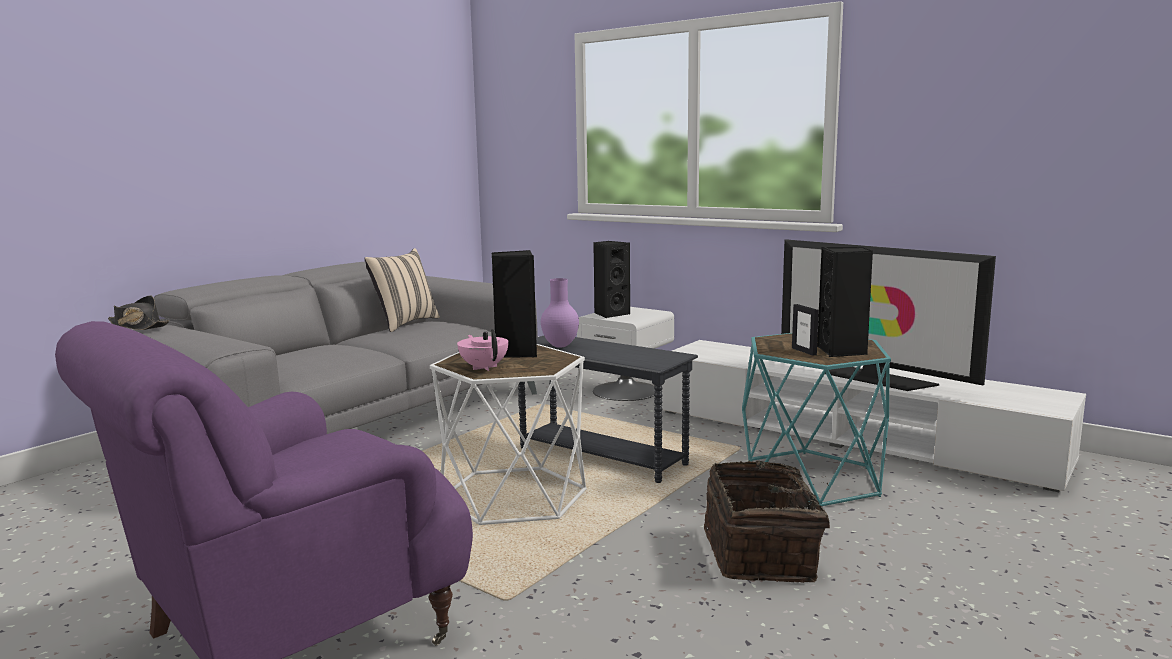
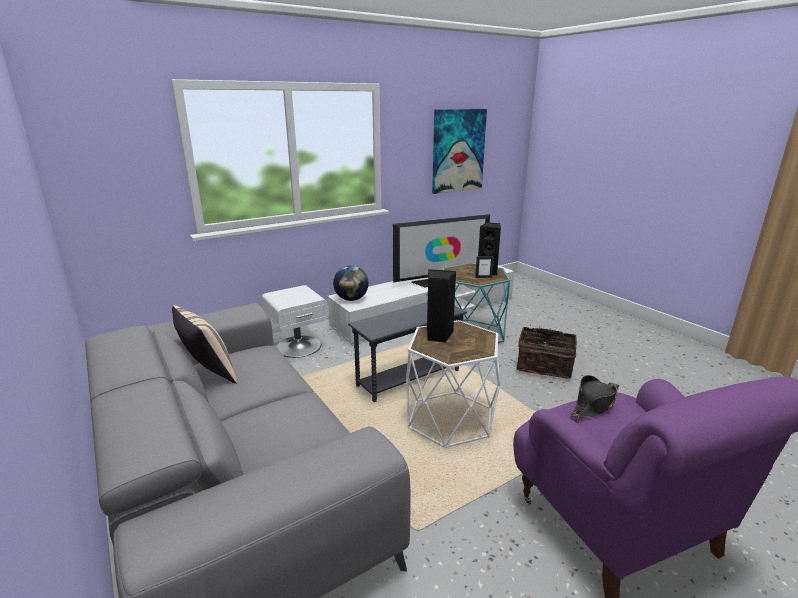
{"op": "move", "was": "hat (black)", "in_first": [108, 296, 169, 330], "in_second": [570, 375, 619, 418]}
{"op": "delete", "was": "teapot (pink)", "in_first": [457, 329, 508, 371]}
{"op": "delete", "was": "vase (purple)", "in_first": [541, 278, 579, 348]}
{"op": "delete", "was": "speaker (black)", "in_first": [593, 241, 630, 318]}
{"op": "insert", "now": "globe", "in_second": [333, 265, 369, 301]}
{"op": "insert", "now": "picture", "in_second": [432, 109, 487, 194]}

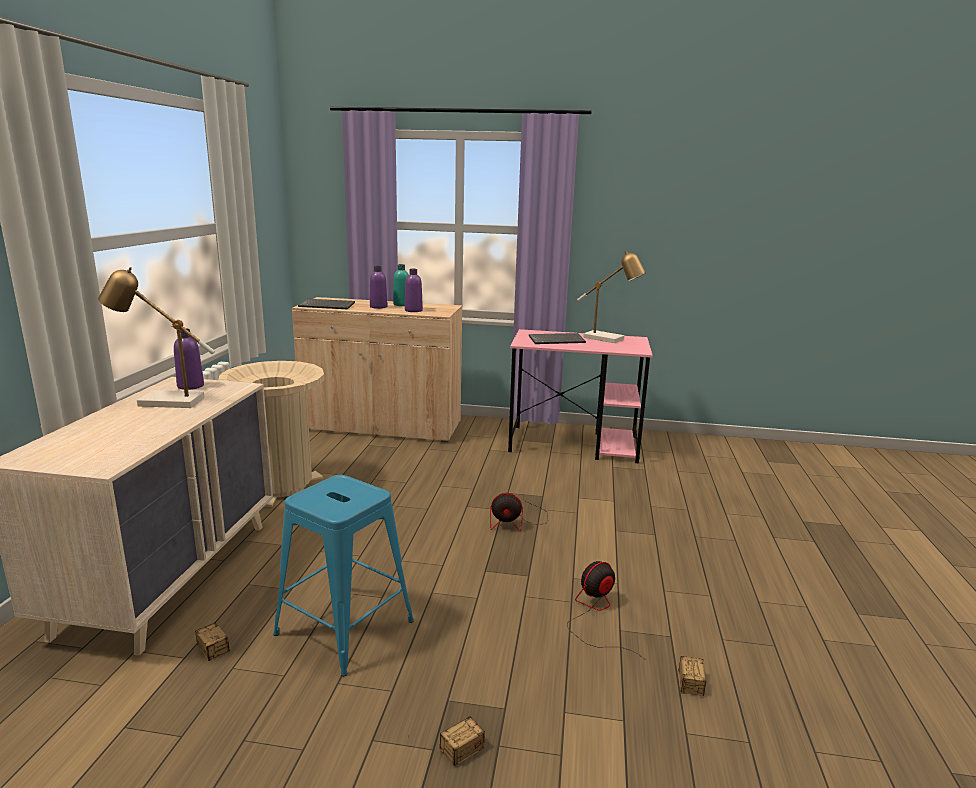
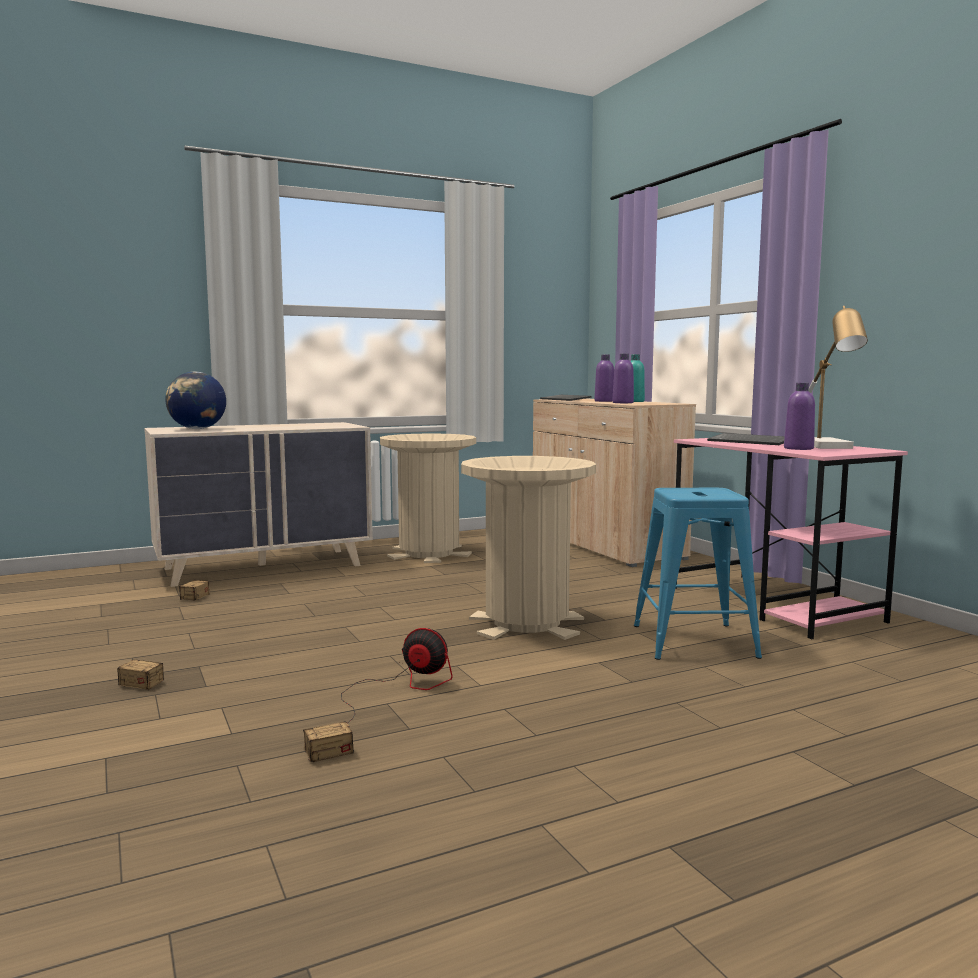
{"op": "delete", "was": "table lamp", "in_first": [98, 267, 215, 408]}
{"op": "move", "was": "bottle (purple)", "in_first": [174, 328, 204, 390], "in_second": [784, 382, 815, 450]}
{"op": "move", "was": "stool (blue)", "in_first": [273, 475, 414, 676], "in_second": [634, 488, 762, 660]}
{"op": "replace", "was": "fan", "now": "trash can (beige)", "in_first": [490, 493, 548, 531], "in_second": [461, 456, 596, 640]}
{"op": "insert", "now": "globe", "in_second": [165, 372, 226, 429]}

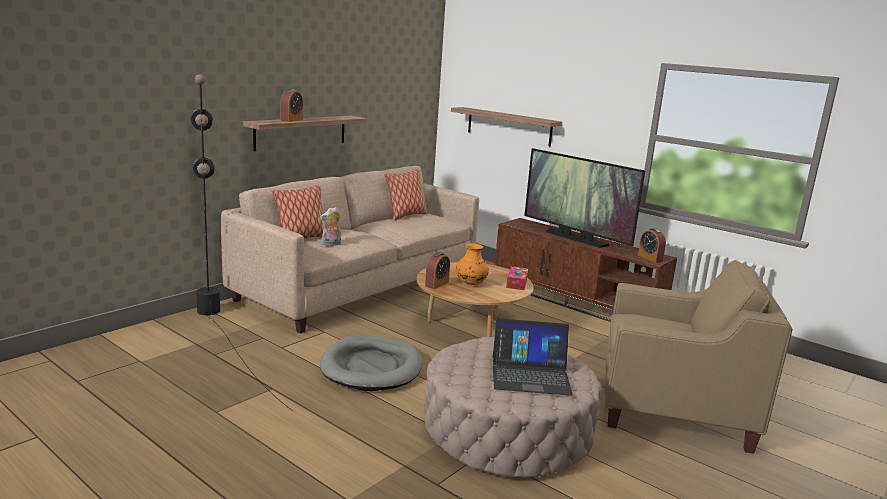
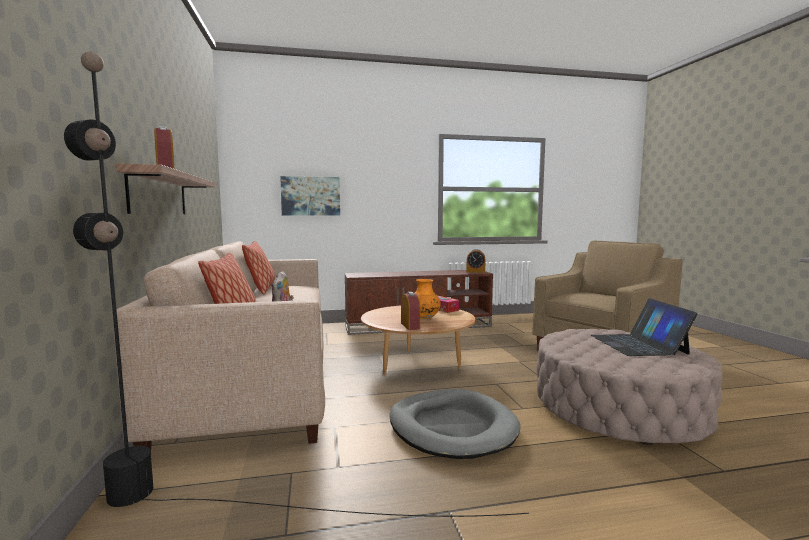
{"op": "replace", "was": "shelf", "now": "picture", "in_first": [451, 107, 562, 146], "in_second": [280, 176, 340, 216]}
{"op": "rotate", "was": "laptop", "in_first": [493, 318, 573, 396], "in_second": [591, 298, 698, 356], "clockwise": 135}
{"op": "delete", "was": "television", "in_first": [524, 148, 645, 248]}

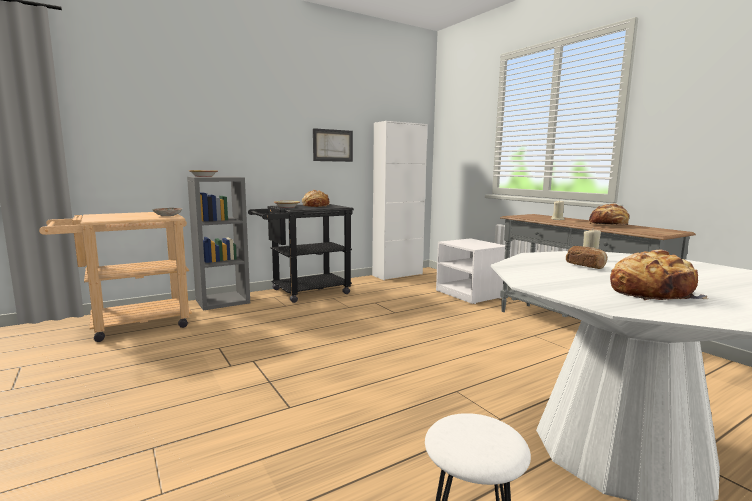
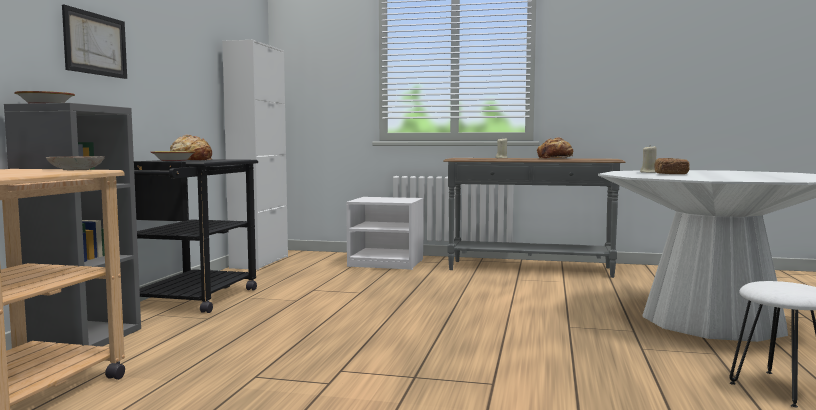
{"op": "move", "was": "picture", "in_first": [313, 128, 353, 162], "in_second": [62, 5, 127, 79]}
{"op": "delete", "was": "bread", "in_first": [610, 250, 708, 300]}

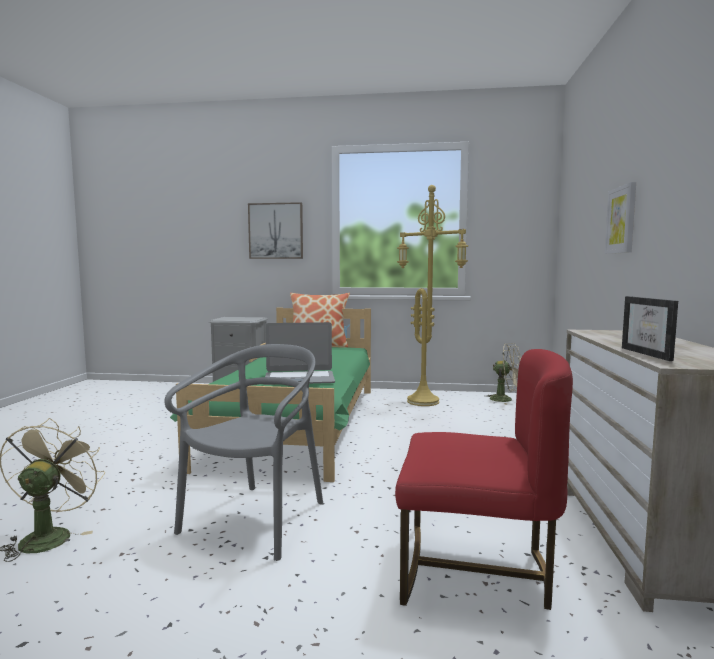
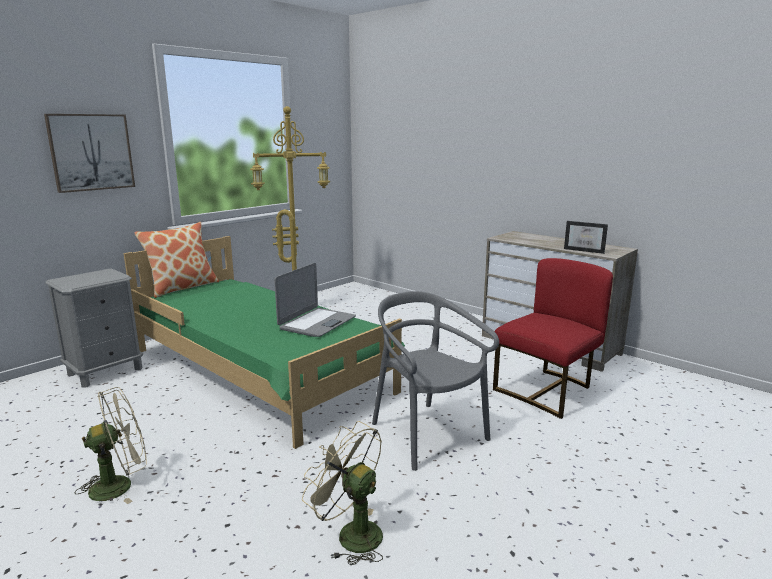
{"op": "move", "was": "fan (beige)", "in_first": [485, 343, 521, 405], "in_second": [75, 387, 147, 504]}
{"op": "delete", "was": "picture", "in_first": [605, 182, 636, 254]}

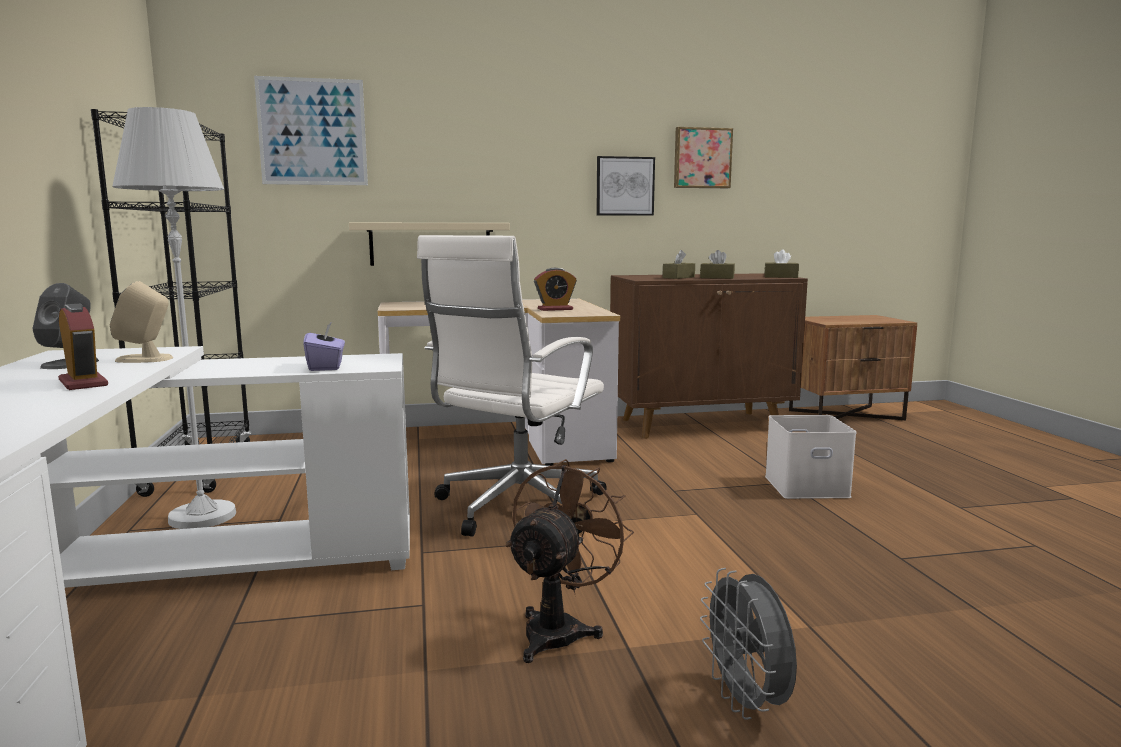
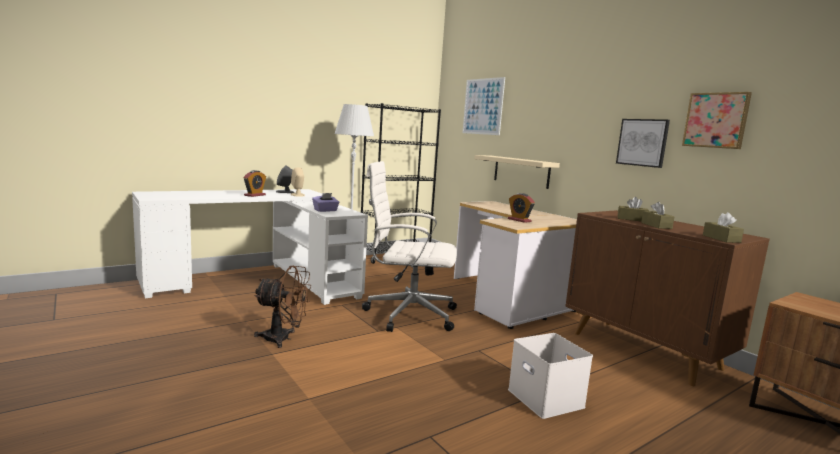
{"op": "delete", "was": "fan (grey)", "in_first": [700, 568, 797, 720]}

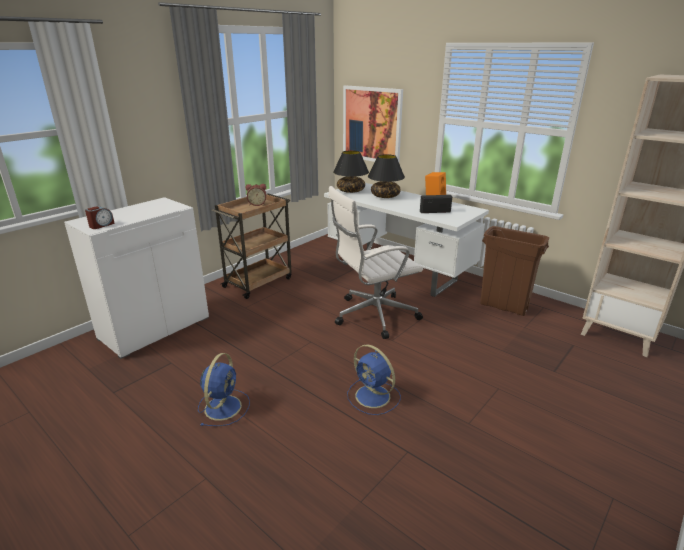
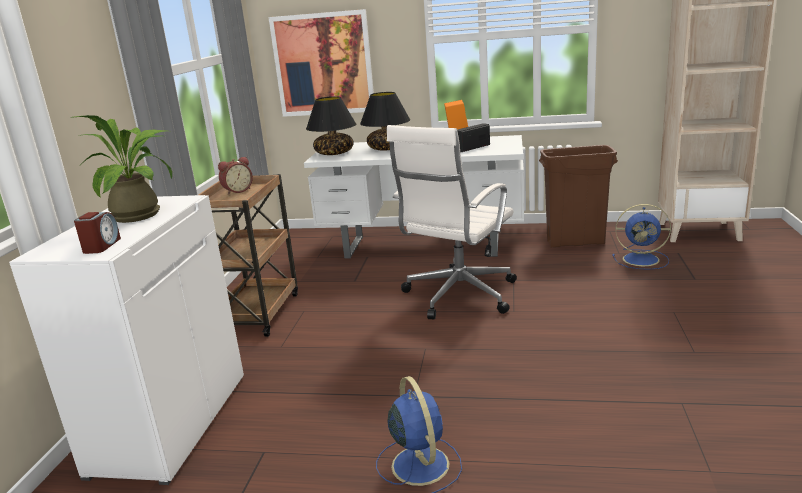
{"op": "move", "was": "fan (blue)", "in_first": [347, 344, 401, 415], "in_second": [612, 204, 671, 270]}
{"op": "insert", "now": "potted plant", "in_second": [72, 115, 172, 223]}

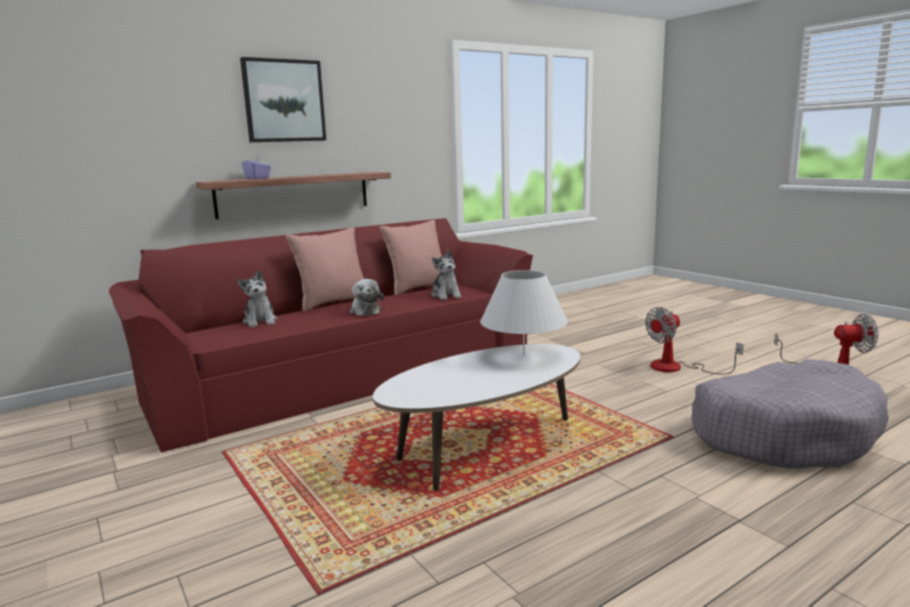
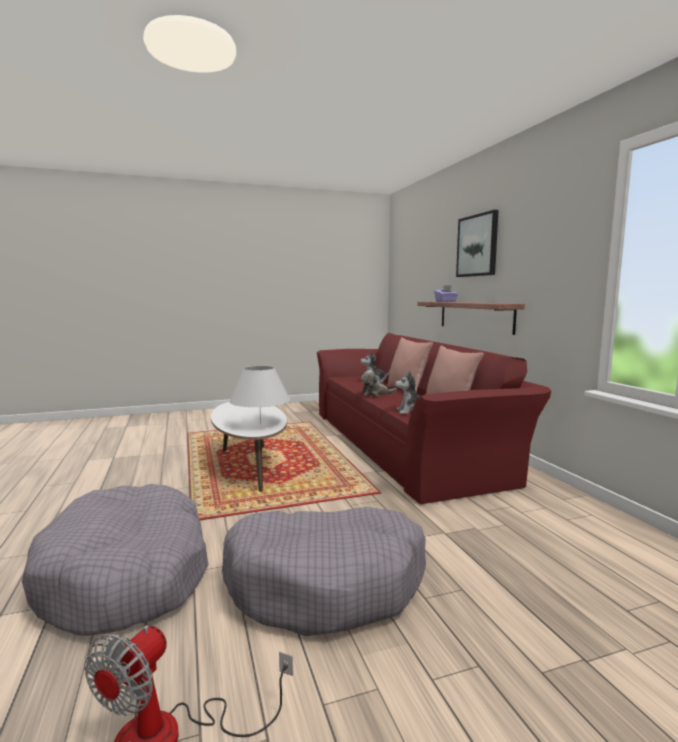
{"op": "replace", "was": "fan", "now": "dog bed (grey)", "in_first": [645, 307, 744, 375], "in_second": [222, 507, 426, 636]}

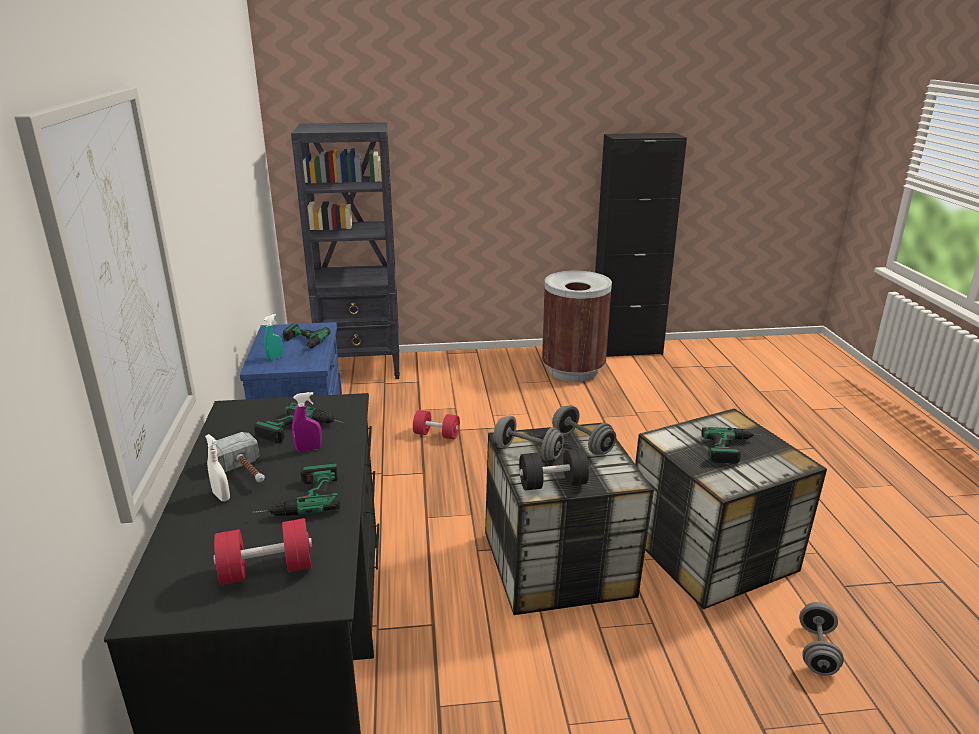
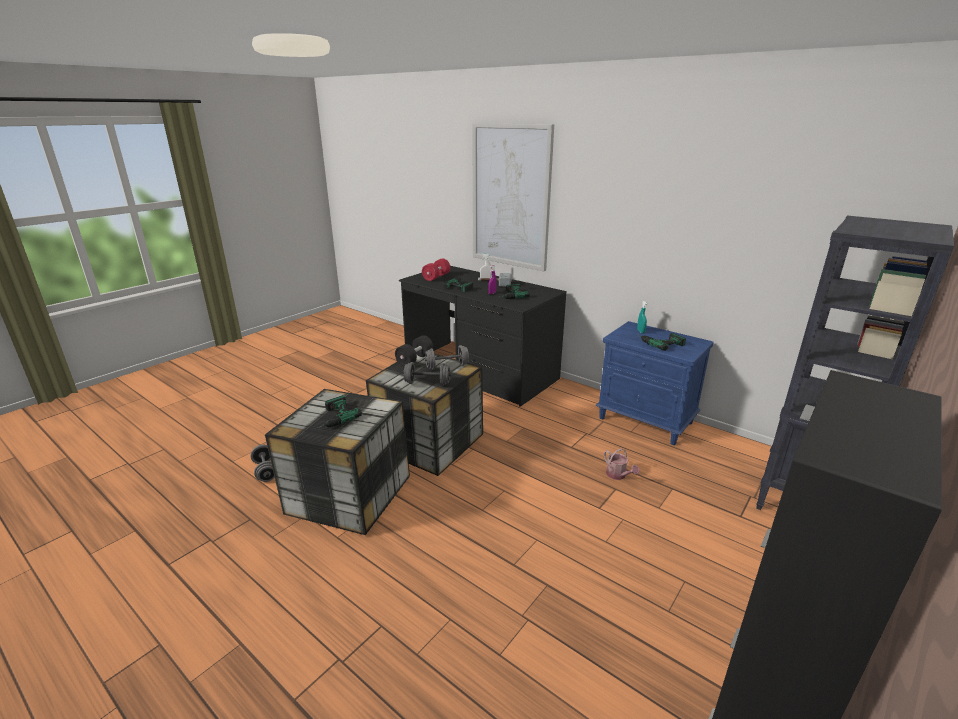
{"op": "replace", "was": "dumbbell (red)", "now": "watering can", "in_first": [413, 410, 460, 439], "in_second": [604, 448, 639, 480]}
{"op": "delete", "was": "trash can (brown)", "in_first": [542, 271, 612, 382]}

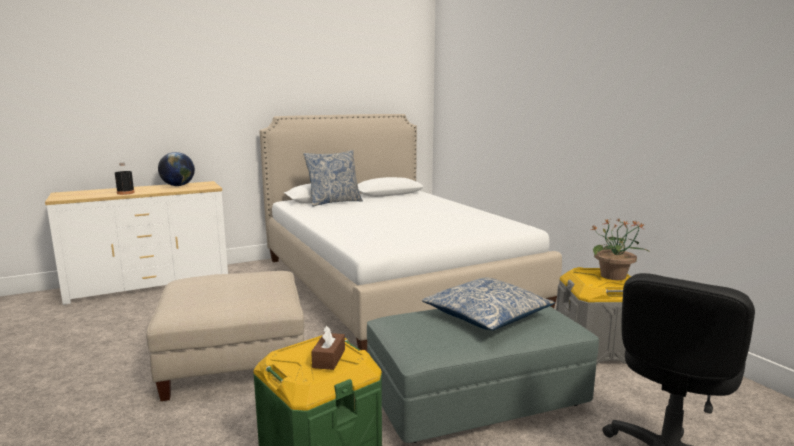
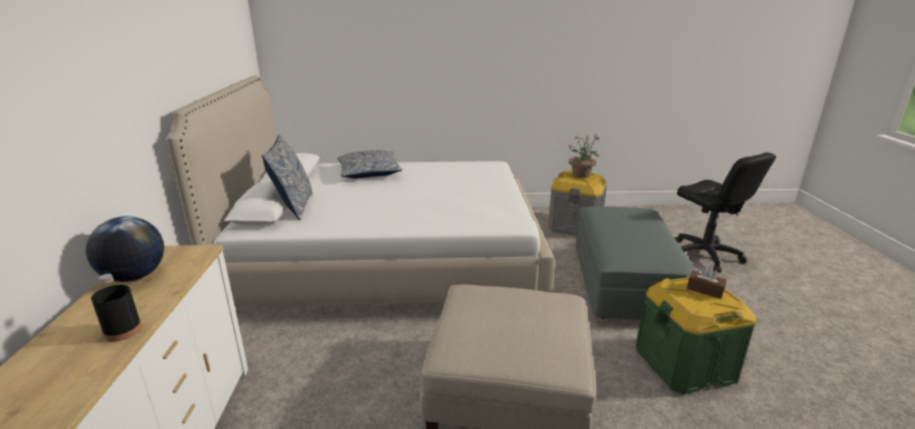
{"op": "move", "was": "pillow", "in_first": [422, 277, 555, 330], "in_second": [337, 150, 402, 178]}

